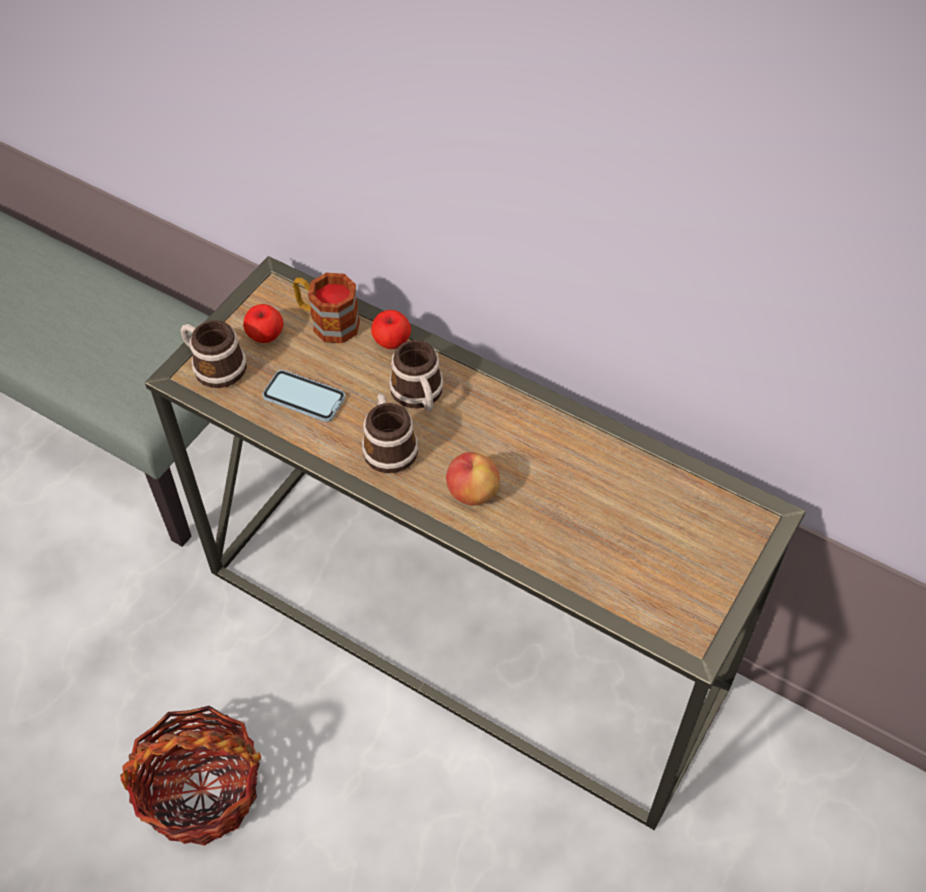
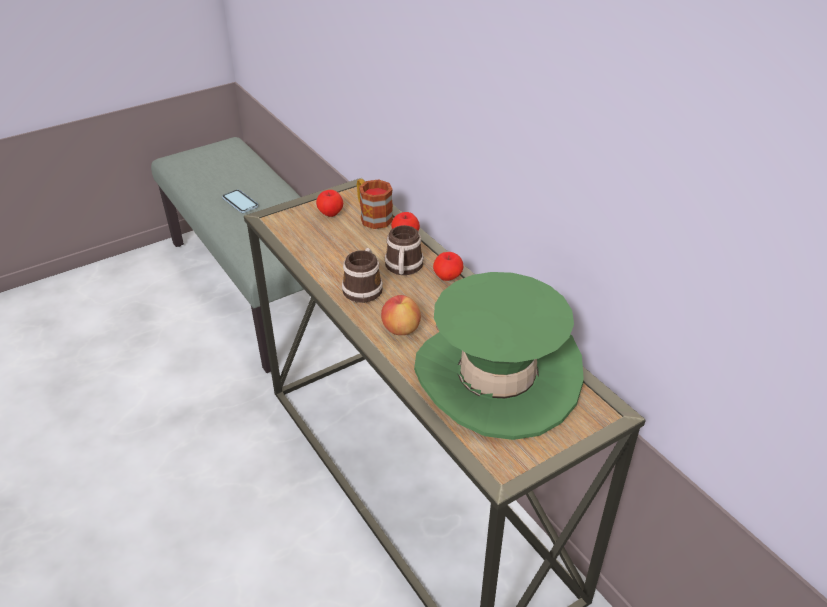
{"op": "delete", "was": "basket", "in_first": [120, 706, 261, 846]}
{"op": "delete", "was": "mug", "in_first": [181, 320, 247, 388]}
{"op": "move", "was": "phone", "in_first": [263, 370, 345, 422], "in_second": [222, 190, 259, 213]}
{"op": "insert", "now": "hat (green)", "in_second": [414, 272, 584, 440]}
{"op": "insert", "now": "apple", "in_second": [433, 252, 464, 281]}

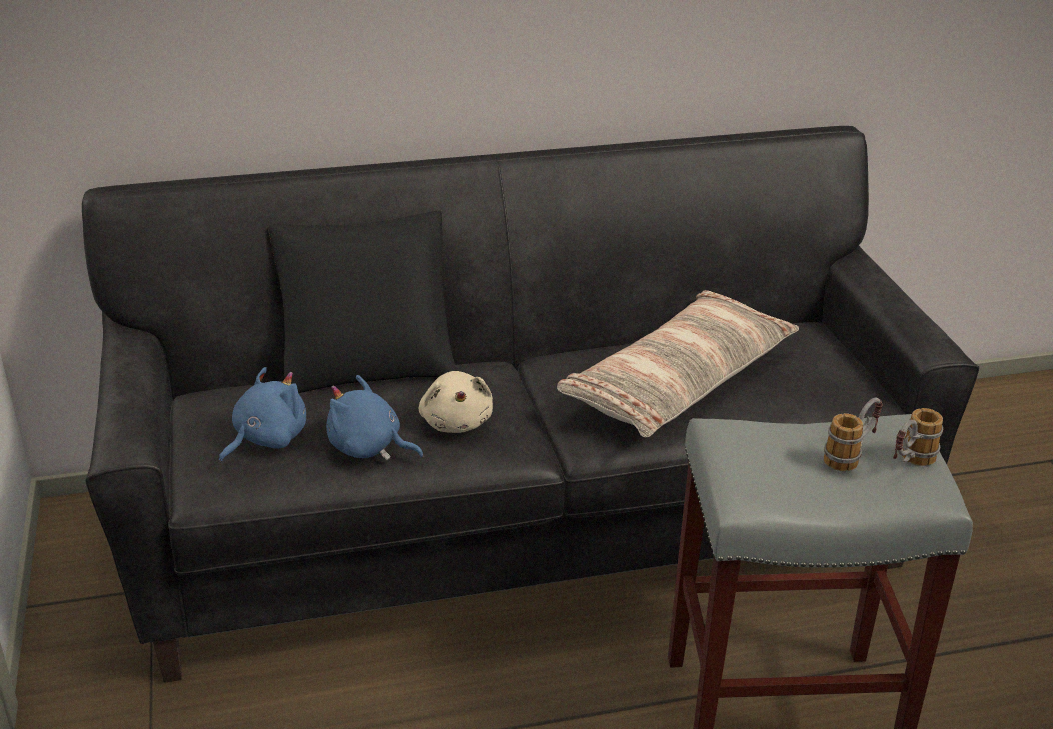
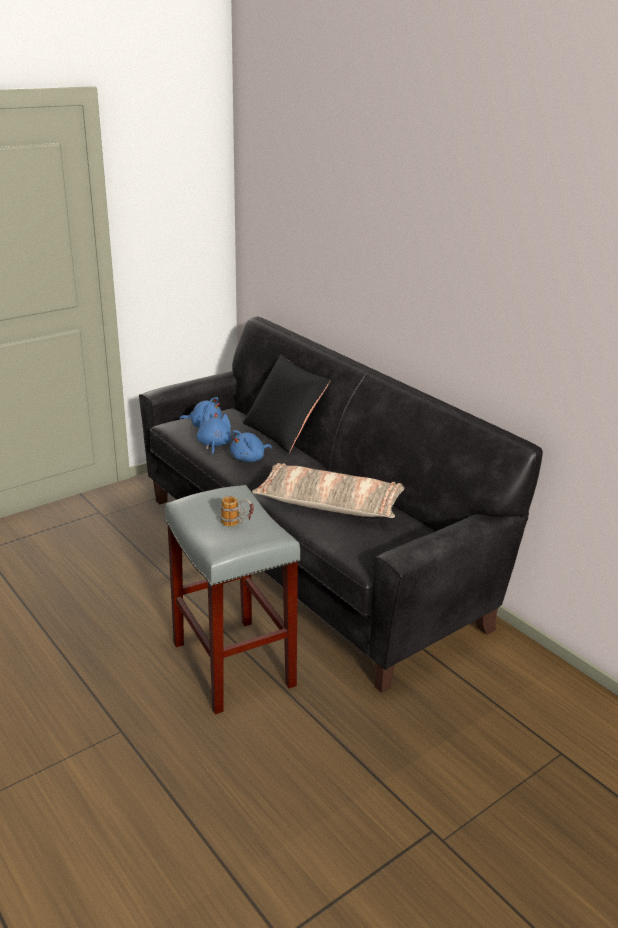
{"op": "recolor", "was": "plush toy (beige)", "now": "plush toy (blue)", "in_first": [419, 371, 493, 433], "in_second": [230, 430, 272, 462]}
{"op": "delete", "was": "mug", "in_first": [893, 408, 943, 466]}

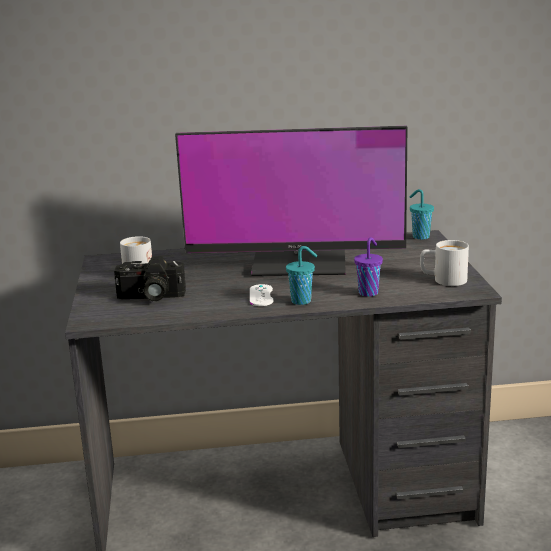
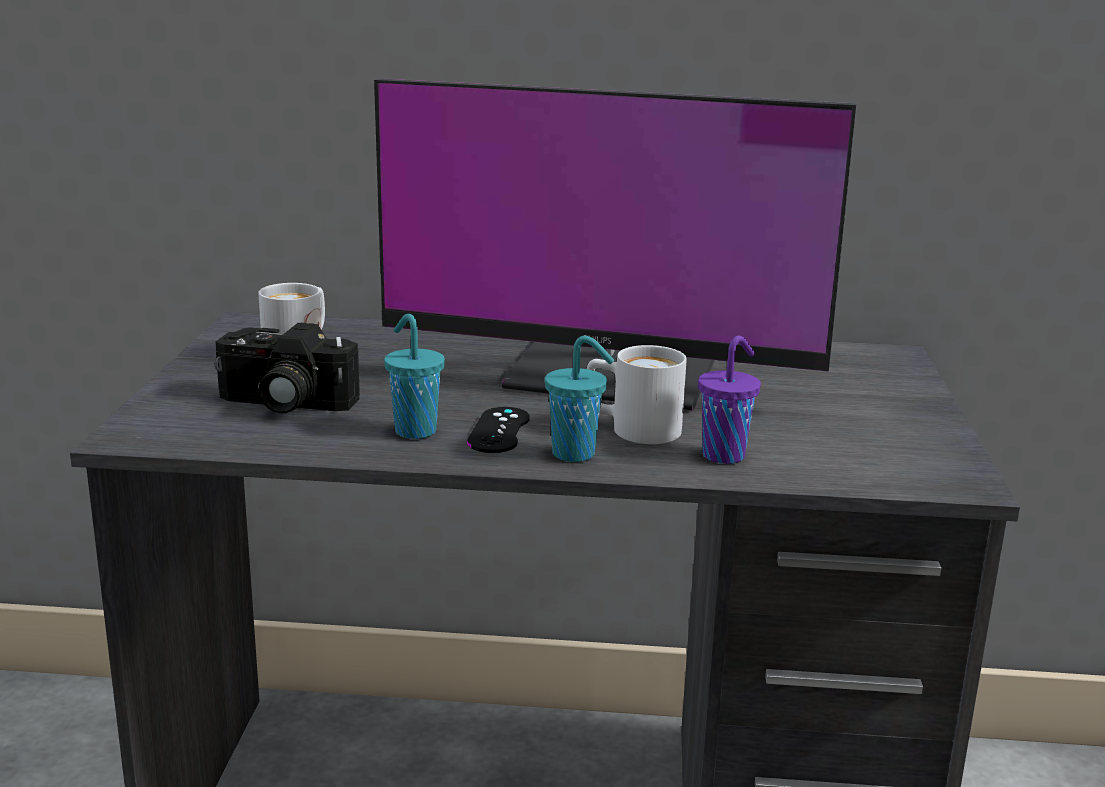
{"op": "recolor", "was": "game controller (white)", "now": "game controller (black)", "in_first": [250, 284, 273, 306], "in_second": [467, 407, 530, 453]}
{"op": "move", "was": "cup (turquoise)", "in_first": [409, 189, 434, 240], "in_second": [384, 314, 445, 439]}
{"op": "move", "was": "mug (white)", "in_first": [420, 240, 469, 286], "in_second": [587, 345, 687, 444]}

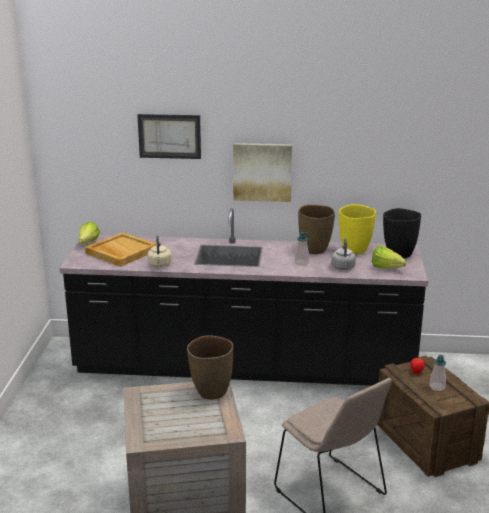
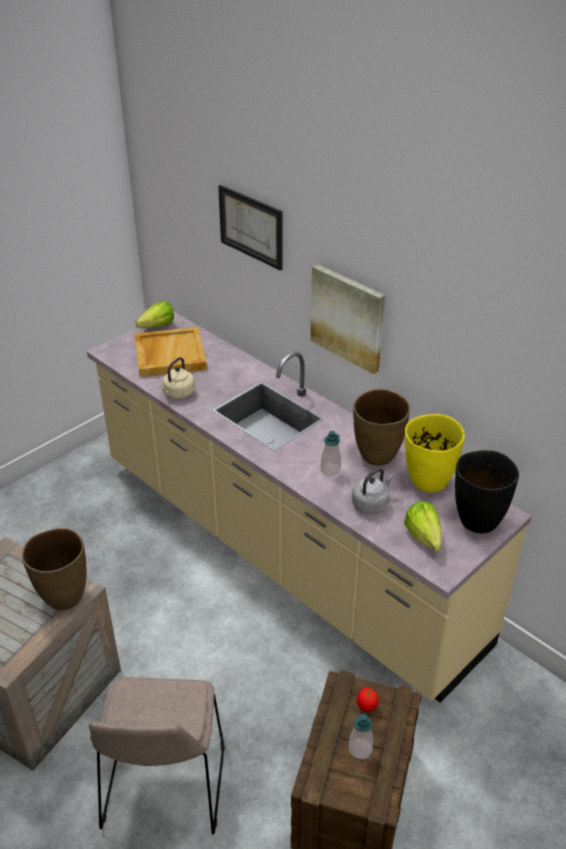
{"op": "recolor", "was": "counter (black)", "now": "counter (beige)", "in_first": [60, 208, 428, 386], "in_second": [87, 311, 532, 703]}

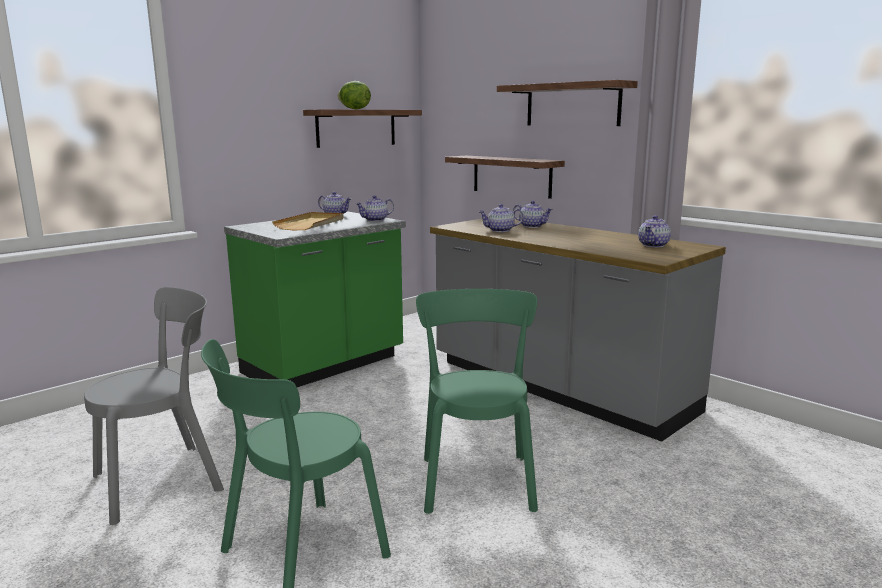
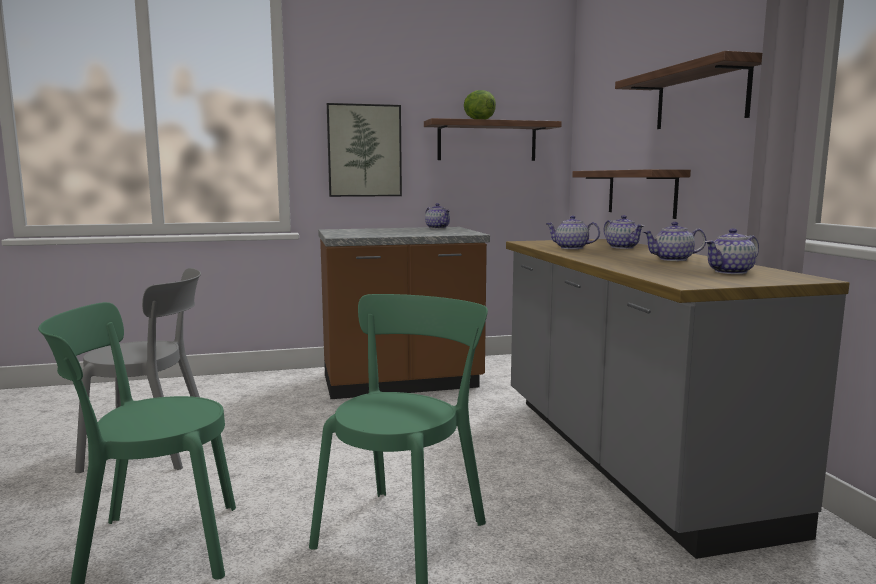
{"op": "recolor", "was": "counter (green)", "now": "counter (brown)", "in_first": [224, 211, 406, 387], "in_second": [318, 227, 490, 399]}
{"op": "delete", "was": "tray (beige)", "in_first": [272, 212, 343, 230]}
{"op": "move", "was": "teapot", "in_first": [355, 195, 394, 221], "in_second": [643, 222, 706, 261]}
{"op": "insert", "now": "picture", "in_second": [327, 103, 402, 197]}

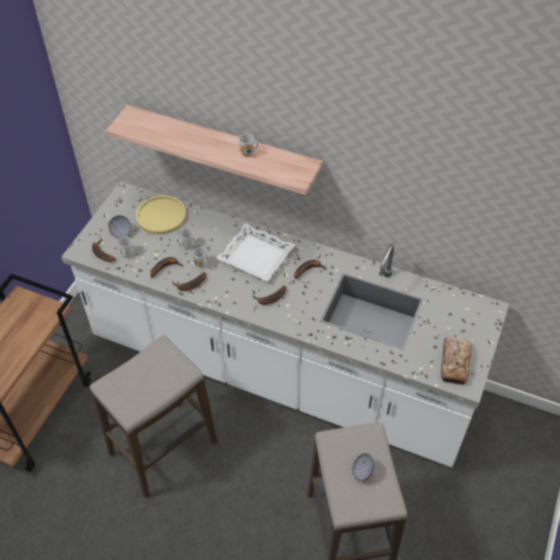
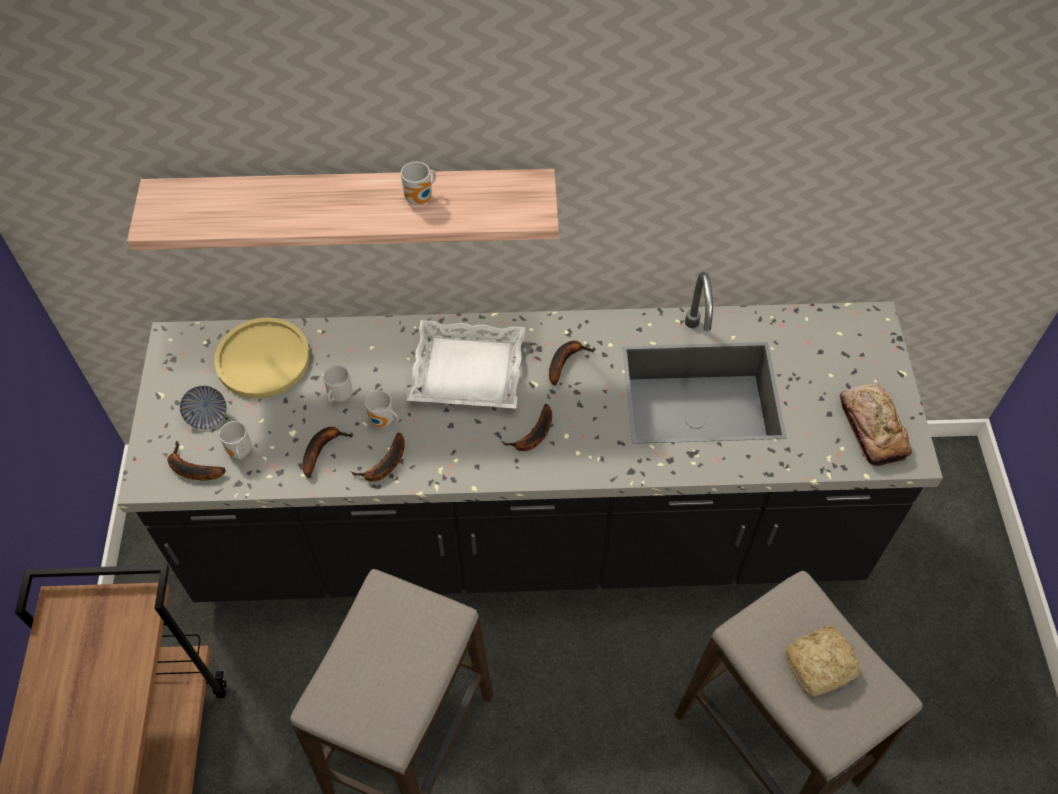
{"op": "recolor", "was": "counter (white)", "now": "counter (black)", "in_first": [61, 181, 509, 467], "in_second": [117, 272, 943, 602]}
{"op": "replace", "was": "bowl", "now": "bread", "in_first": [352, 453, 374, 481], "in_second": [785, 626, 860, 697]}

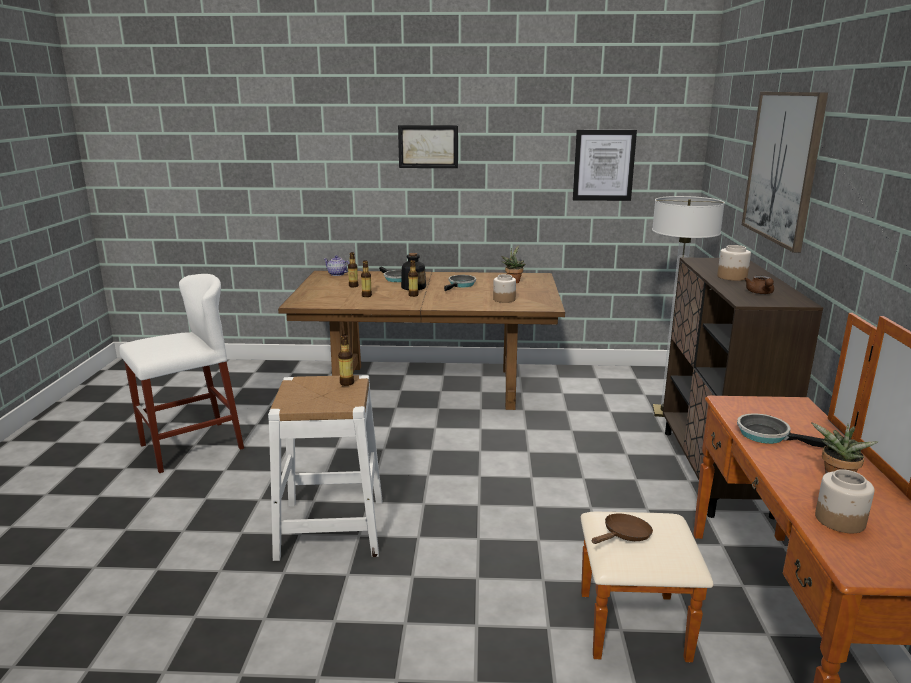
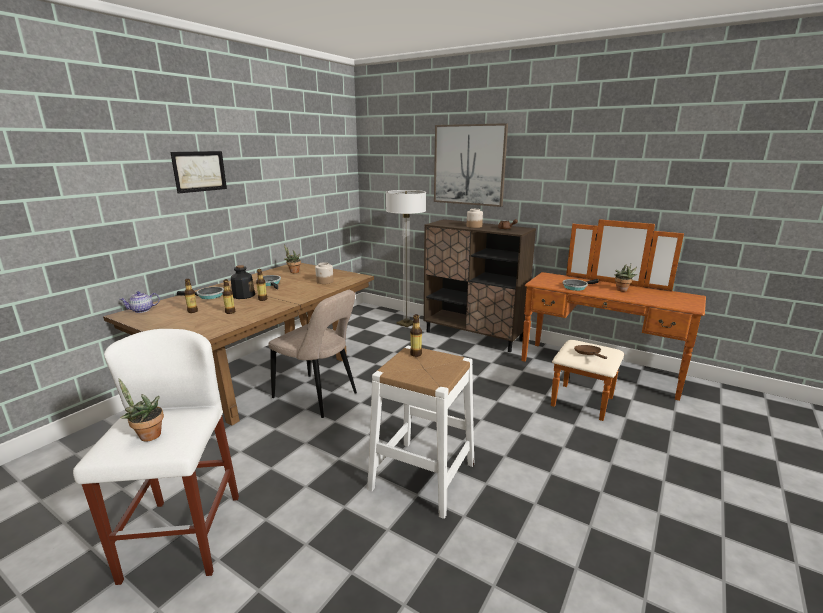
{"op": "delete", "was": "picture", "in_first": [573, 130, 637, 201]}
{"op": "delete", "was": "jar", "in_first": [815, 469, 875, 533]}
{"op": "insert", "now": "potted plant", "in_second": [119, 378, 164, 442]}
{"op": "insert", "now": "chair (beige)", "in_second": [268, 290, 357, 418]}

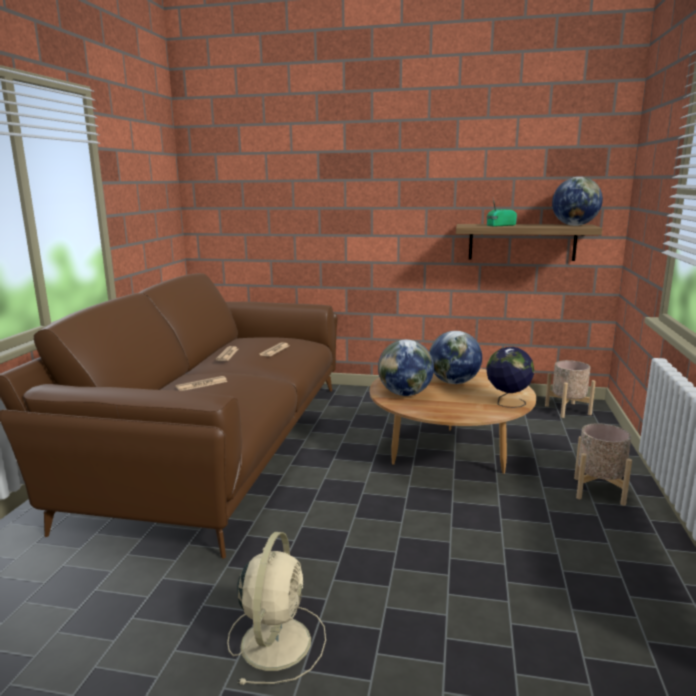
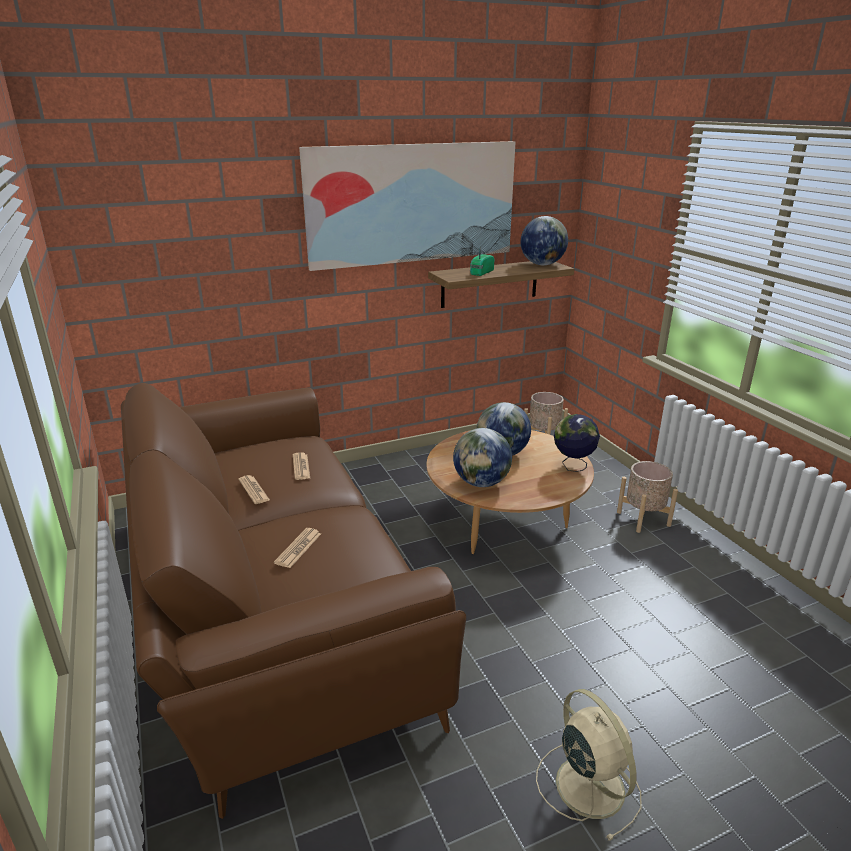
{"op": "insert", "now": "picture", "in_second": [299, 141, 515, 271]}

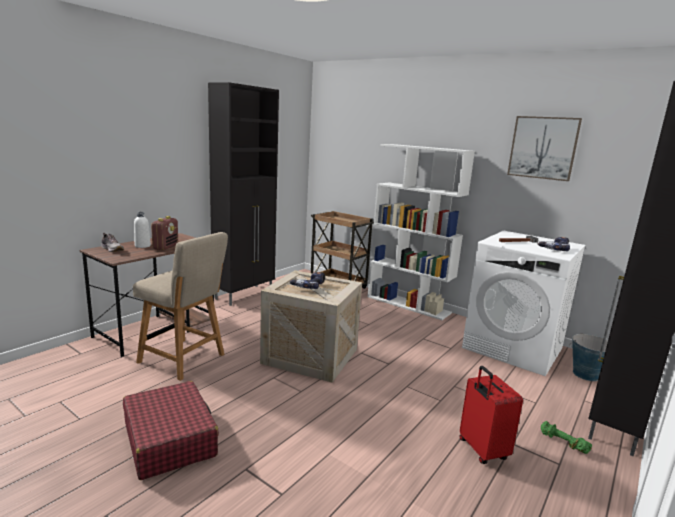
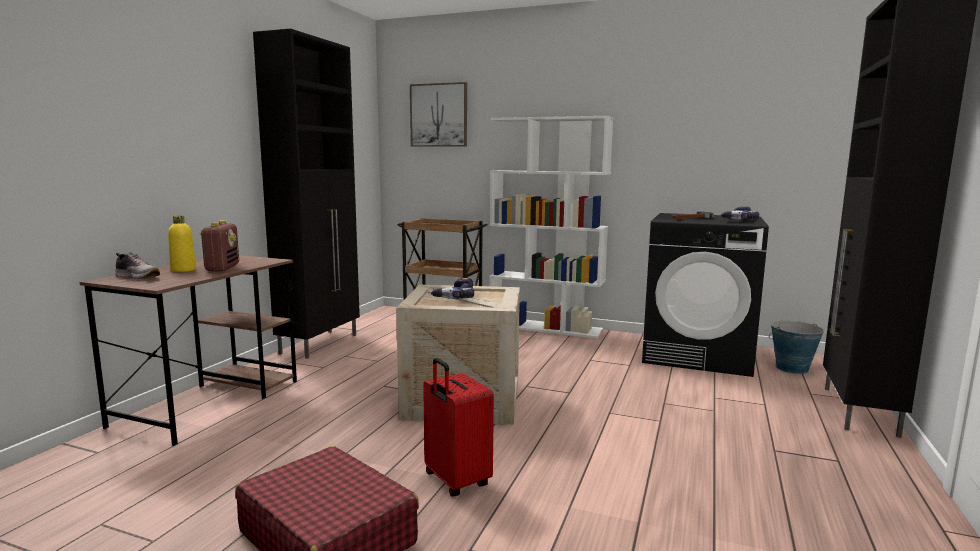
{"op": "delete", "was": "chair (beige)", "in_first": [133, 232, 228, 381]}
{"op": "recolor", "was": "bottle (white)", "now": "bottle (yellow)", "in_first": [134, 212, 151, 248], "in_second": [168, 216, 196, 272]}
{"op": "move", "was": "suitcase (red)", "in_first": [459, 366, 523, 464], "in_second": [423, 358, 494, 496]}
{"op": "recolor", "was": "washing machine (white)", "now": "washing machine (black)", "in_first": [462, 230, 585, 376], "in_second": [642, 213, 769, 377]}
{"op": "move", "was": "picture", "in_first": [507, 116, 582, 181], "in_second": [410, 82, 467, 147]}
{"op": "delete", "was": "dumbbell (green)", "in_first": [541, 421, 592, 454]}

